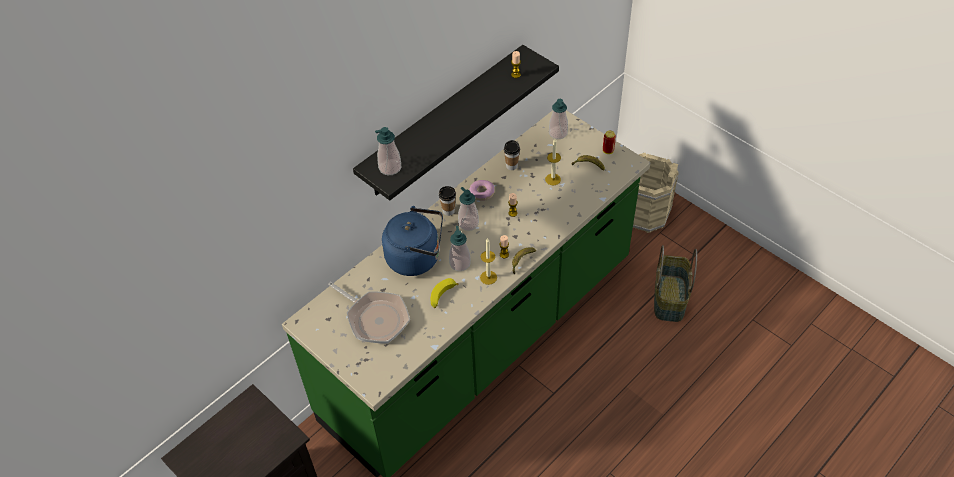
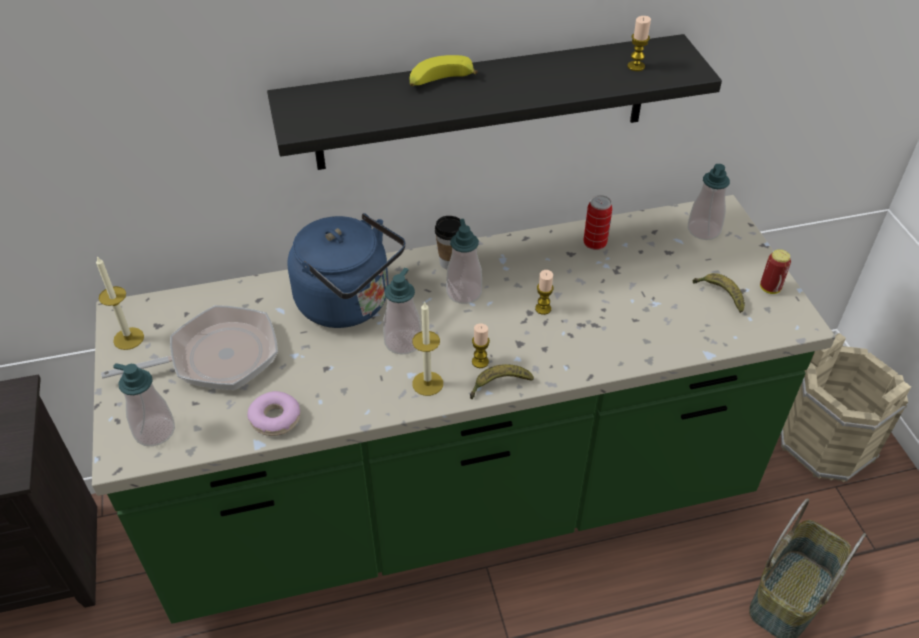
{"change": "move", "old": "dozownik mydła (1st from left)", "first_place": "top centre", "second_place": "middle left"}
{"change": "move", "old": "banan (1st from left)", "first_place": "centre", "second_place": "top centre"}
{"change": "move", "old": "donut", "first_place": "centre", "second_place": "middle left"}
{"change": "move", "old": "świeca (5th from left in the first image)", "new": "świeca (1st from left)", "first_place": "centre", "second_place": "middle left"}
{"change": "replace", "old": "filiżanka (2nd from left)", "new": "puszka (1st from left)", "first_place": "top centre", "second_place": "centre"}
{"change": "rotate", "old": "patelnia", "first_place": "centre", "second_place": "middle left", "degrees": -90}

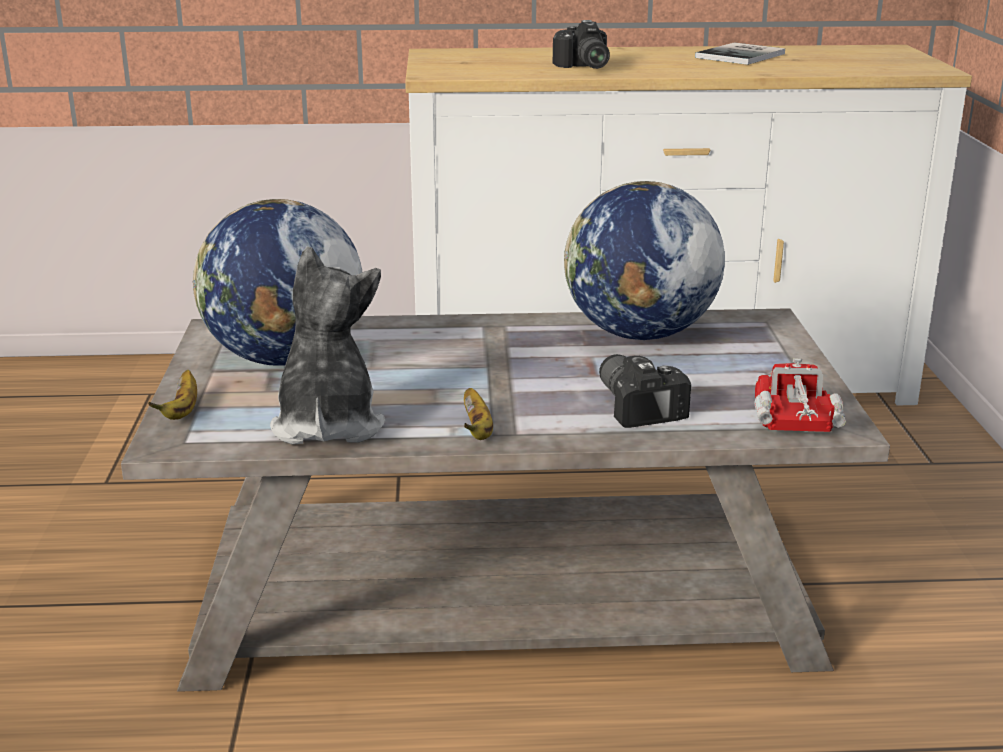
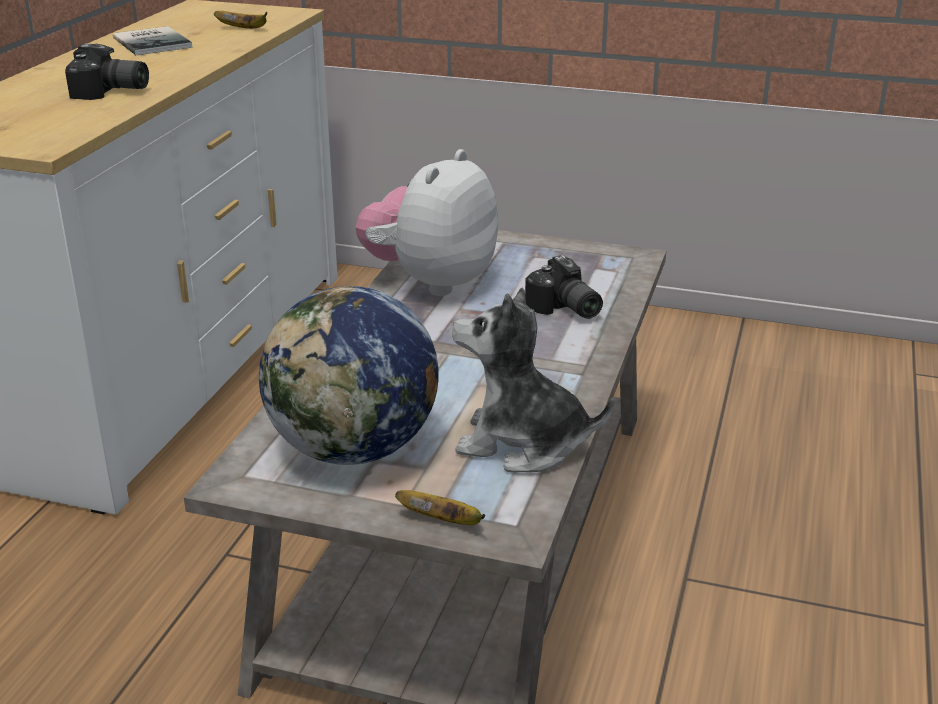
{"change": "delete", "old": "ciężarówka zabawkowa", "first_place": "middle right"}
{"change": "move", "old": "banan (2nd from left in the first image)", "new": "banan (1st from left)", "first_place": "centre", "second_place": "top left"}
{"change": "replace", "old": "globus (2nd from left)", "new": "pluszak (1st from left)", "first_place": "centre", "second_place": "top centre"}
{"change": "rotate", "old": "aparat fotograficzny (2nd from left)", "first_place": "centre", "second_place": "centre", "degrees": -120}

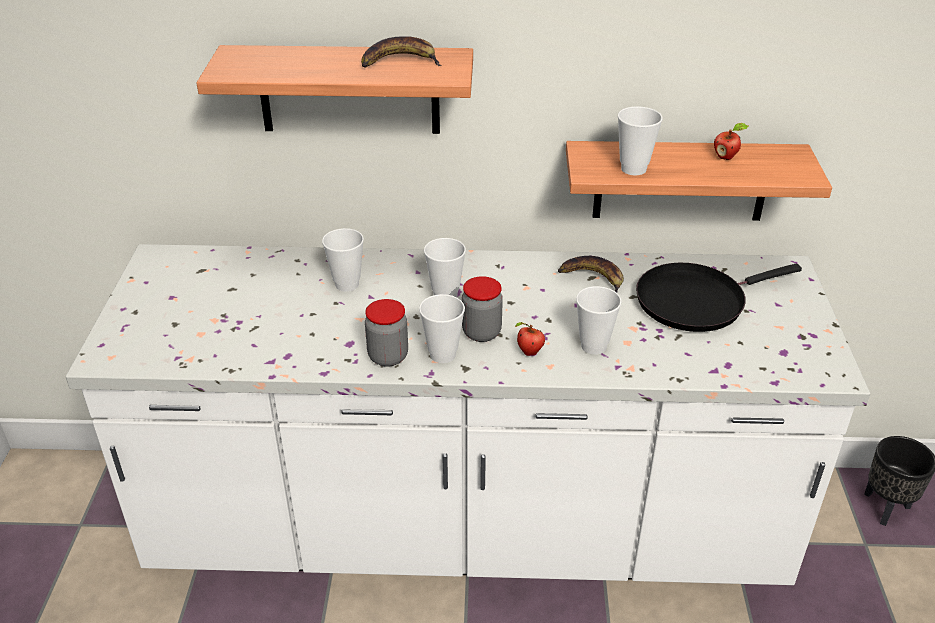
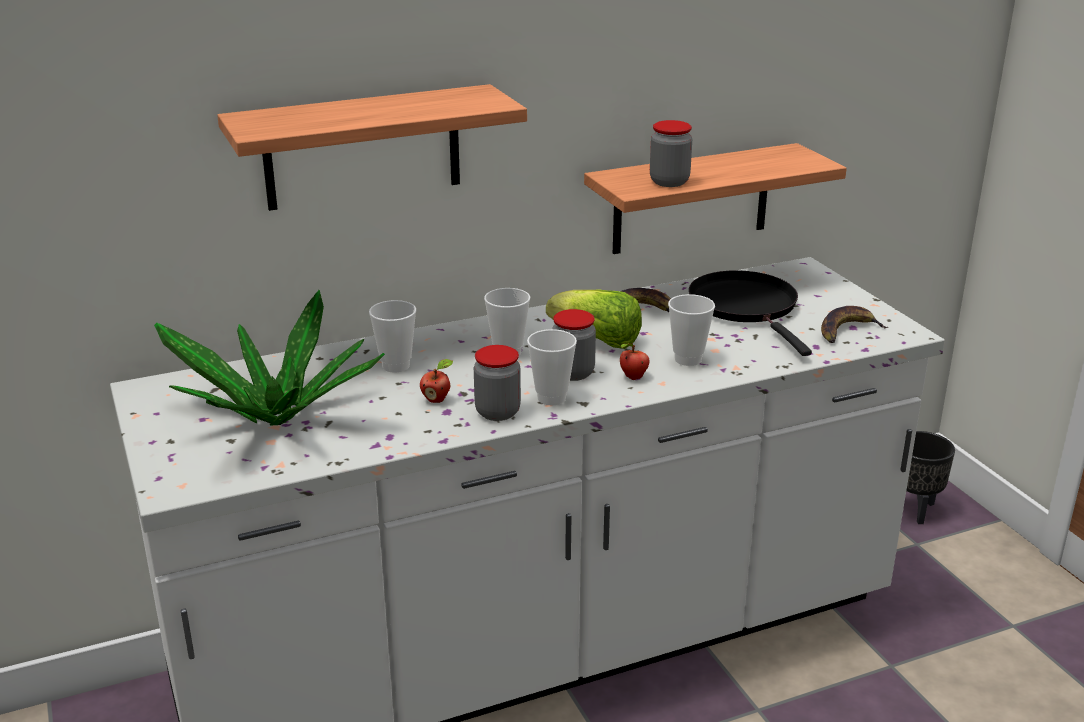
{"change": "insert", "new": "roślina doniczkowa", "second_place": "middle left"}
{"change": "insert", "new": "sałata", "second_place": "centre"}
{"change": "move", "old": "banan (1st from left in the first image)", "new": "banan (2nd from left)", "first_place": "top centre", "second_place": "middle right"}
{"change": "move", "old": "jabłko (2nd from left in the first image)", "new": "jabłko (1st from left)", "first_place": "top right", "second_place": "centre"}
{"change": "replace", "old": "filiżanka (5th from left)", "new": "słoik (3rd from left)", "first_place": "top right", "second_place": "top centre"}
{"change": "rotate", "old": "patelnia/czarny", "first_place": "middle right", "second_place": "middle right", "degrees": 120}

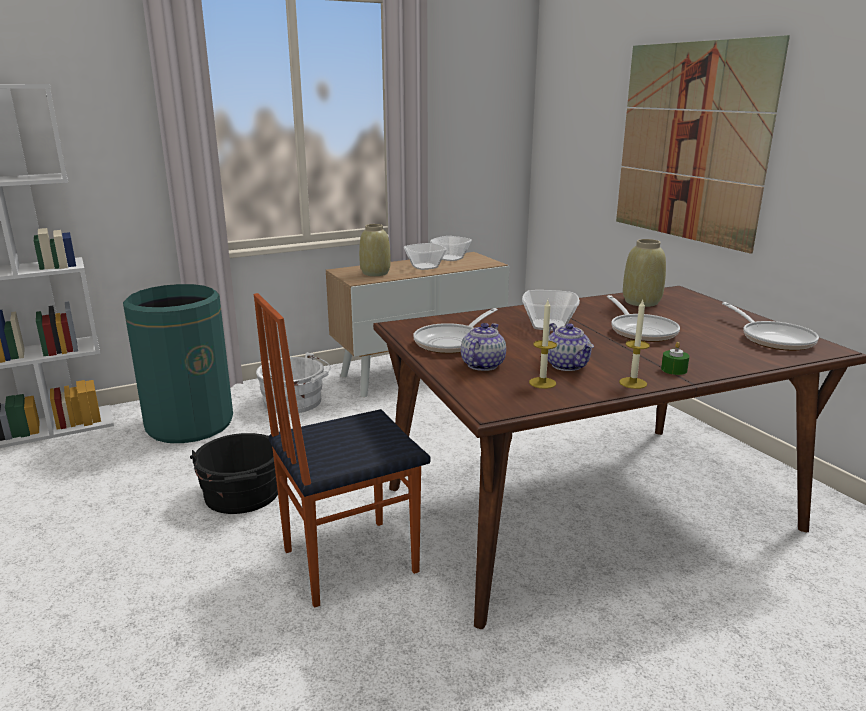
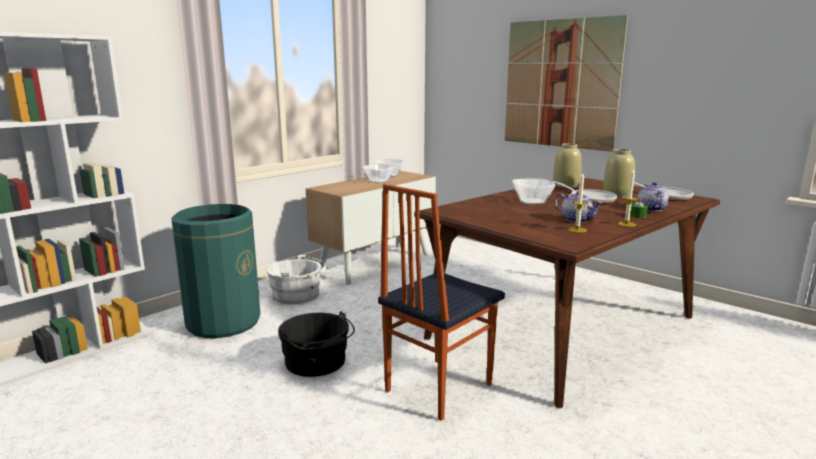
{"change": "delete", "old": "patelnia (1st from left)", "first_place": "centre"}
{"change": "move", "old": "wazon/beżowy (1st from left in the first image)", "new": "wazon/beżowy (2nd from left)", "first_place": "centre", "second_place": "middle right"}
{"change": "move", "old": "imbryk (1st from left in the first image)", "new": "imbryk (2nd from left)", "first_place": "centre", "second_place": "middle right"}

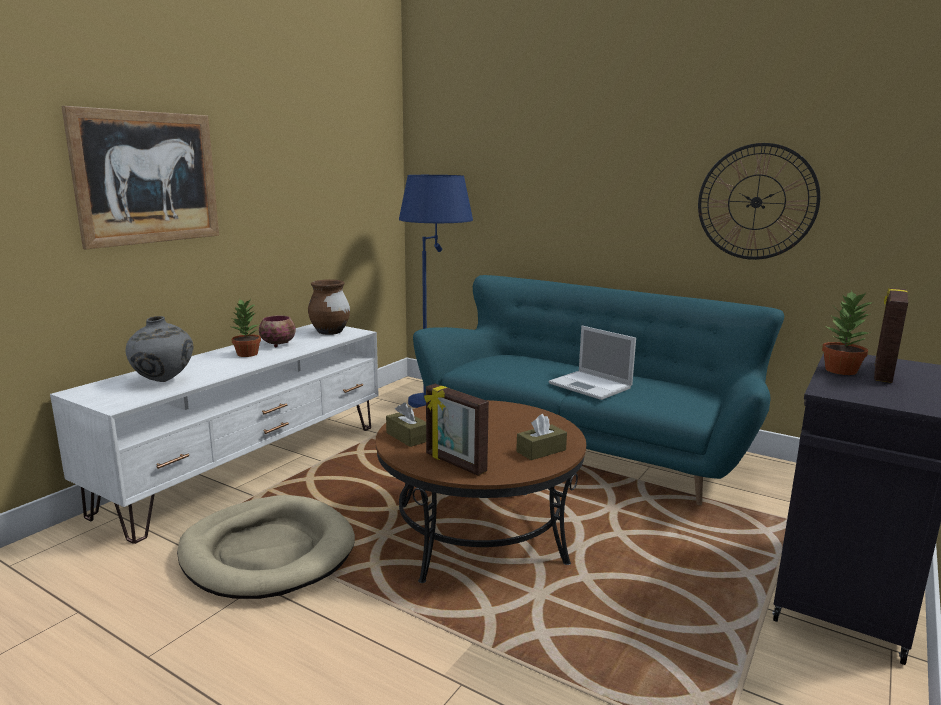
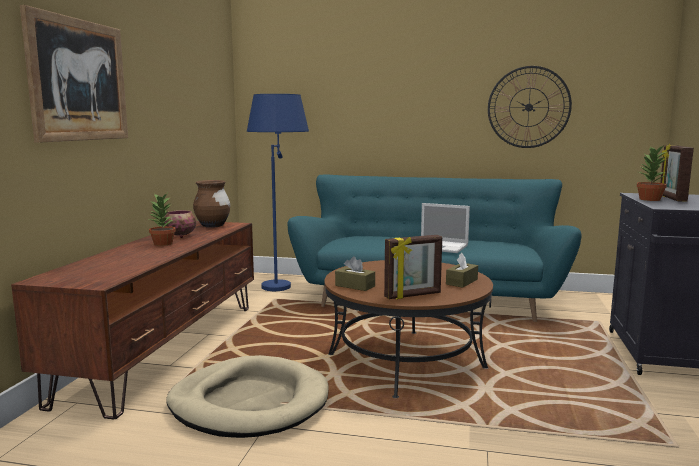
{"change": "delete", "old": "wazon/szary", "first_place": "middle left"}
{"change": "recolor", "old": "szafka pod telewizor/biały", "new": "szafka pod telewizor/brązowy", "first_place": "middle left", "second_place": "bottom left"}
{"change": "rotate", "old": "ramka na zdjęcie (1st from left)", "first_place": "centre", "second_place": "centre", "degrees": -45}

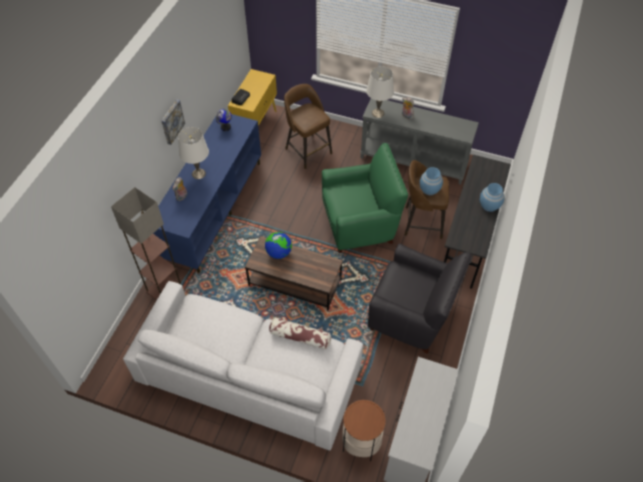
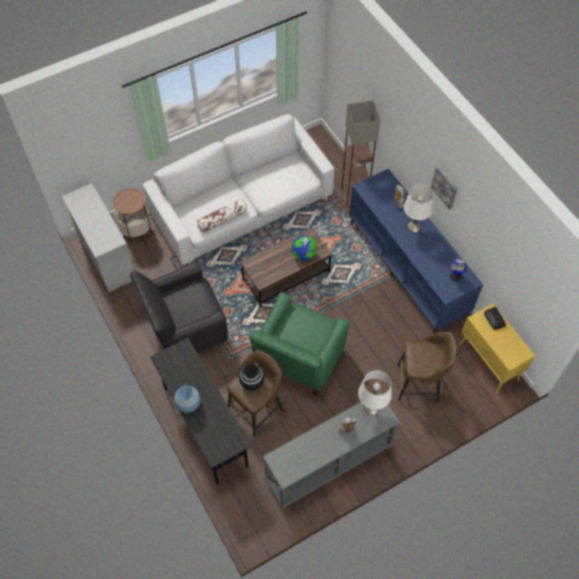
{"change": "recolor", "old": "wazon/niebieski (1st from left)", "new": "wazon/czarny", "first_place": "middle right", "second_place": "centre"}

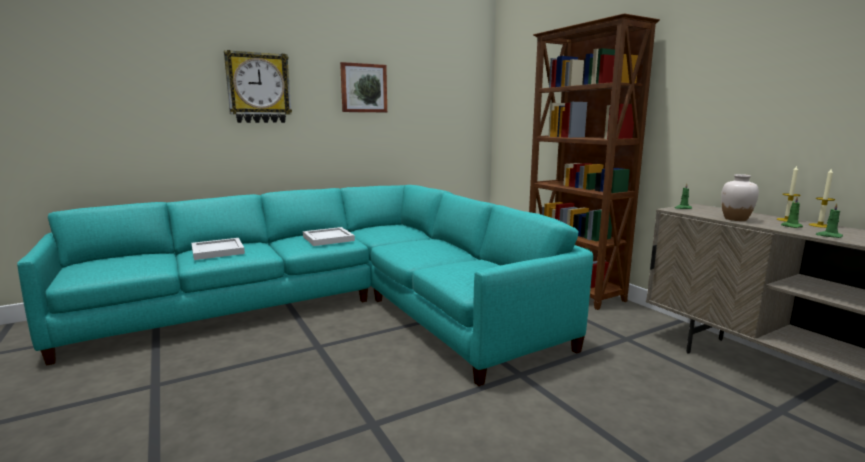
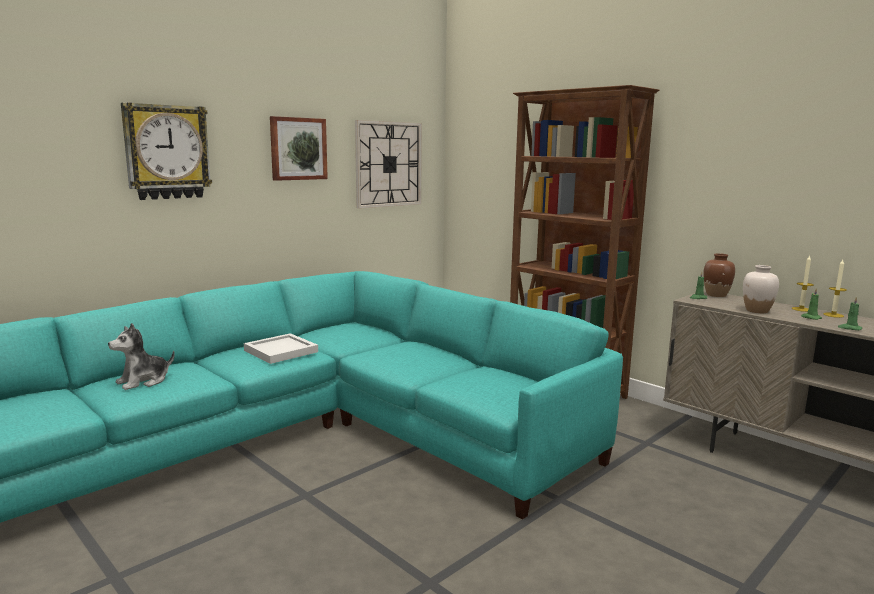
{"change": "insert", "new": "zegar ścienny (2nd from left)", "second_place": "top centre"}
{"change": "insert", "new": "wazon/brązowy", "second_place": "middle right"}
{"change": "replace", "old": "taca/biały (1st from left)", "new": "pluszak", "first_place": "middle left", "second_place": "middle left"}

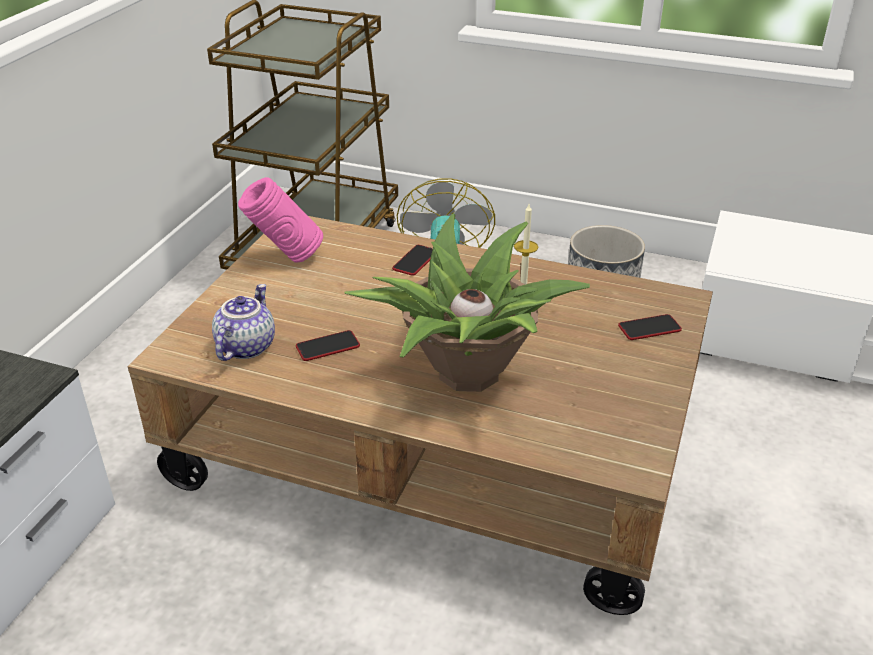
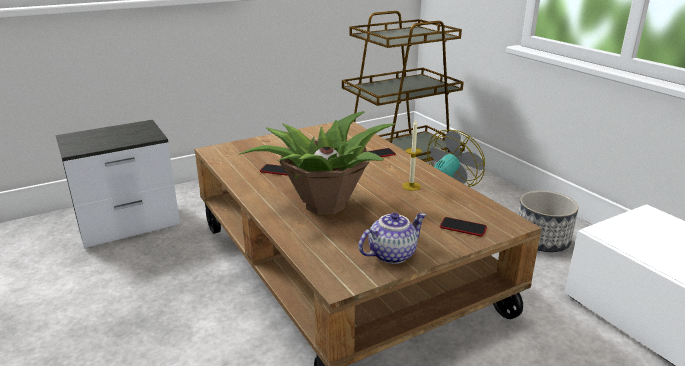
{"change": "delete", "old": "wazon/różowy", "first_place": "middle left"}
{"change": "move", "old": "imbryk", "first_place": "middle left", "second_place": "centre"}

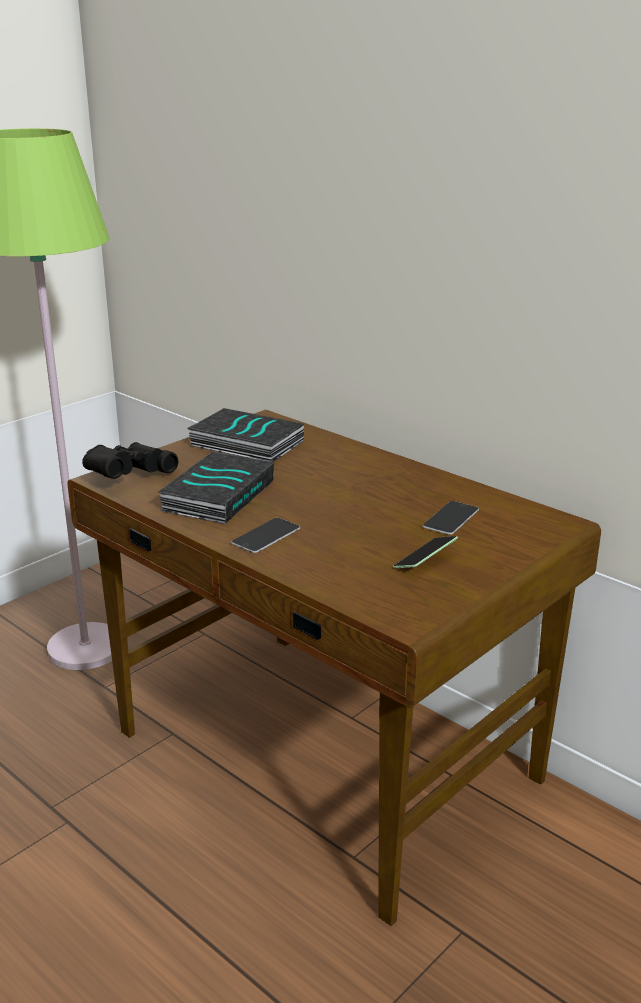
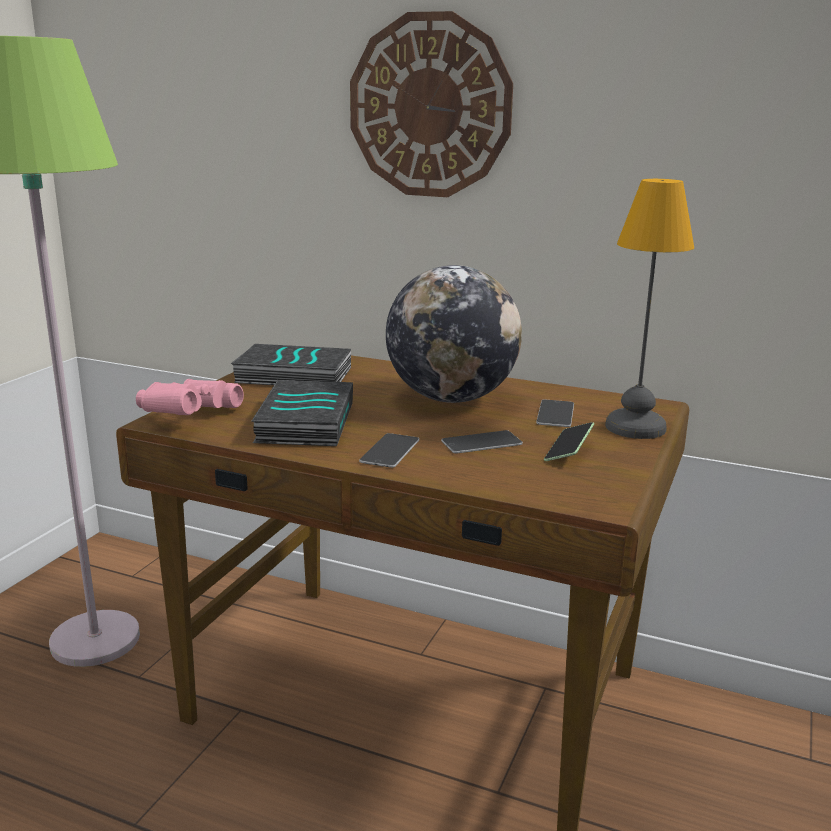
{"change": "insert", "new": "zegar ścienny", "second_place": "top centre"}
{"change": "insert", "new": "globus", "second_place": "centre"}
{"change": "insert", "new": "telefon (2nd from left)", "second_place": "centre"}
{"change": "insert", "new": "lampa stołowa", "second_place": "middle right"}
{"change": "recolor", "old": "lornetka/czarny", "new": "lornetka/różowy", "first_place": "middle left", "second_place": "middle left"}

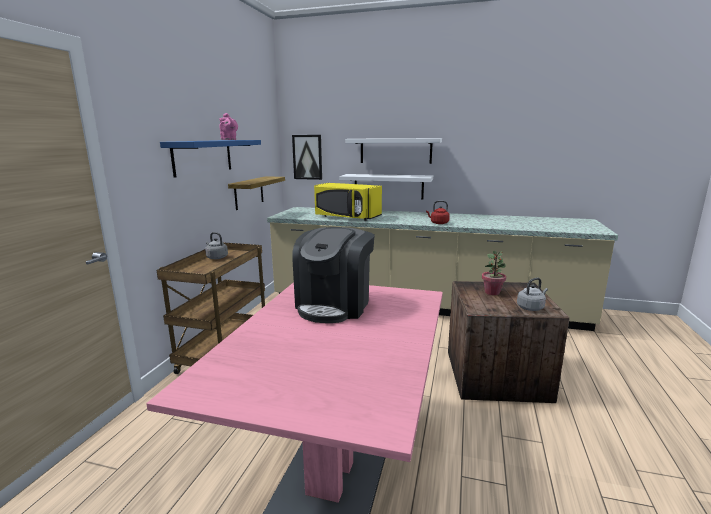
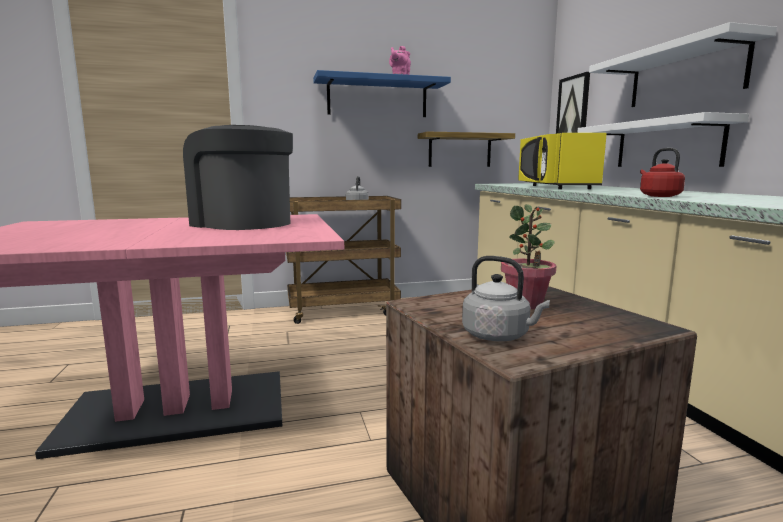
{"change": "rotate", "old": "ekspres do kawy", "first_place": "centre", "second_place": "middle left", "degrees": 45}

